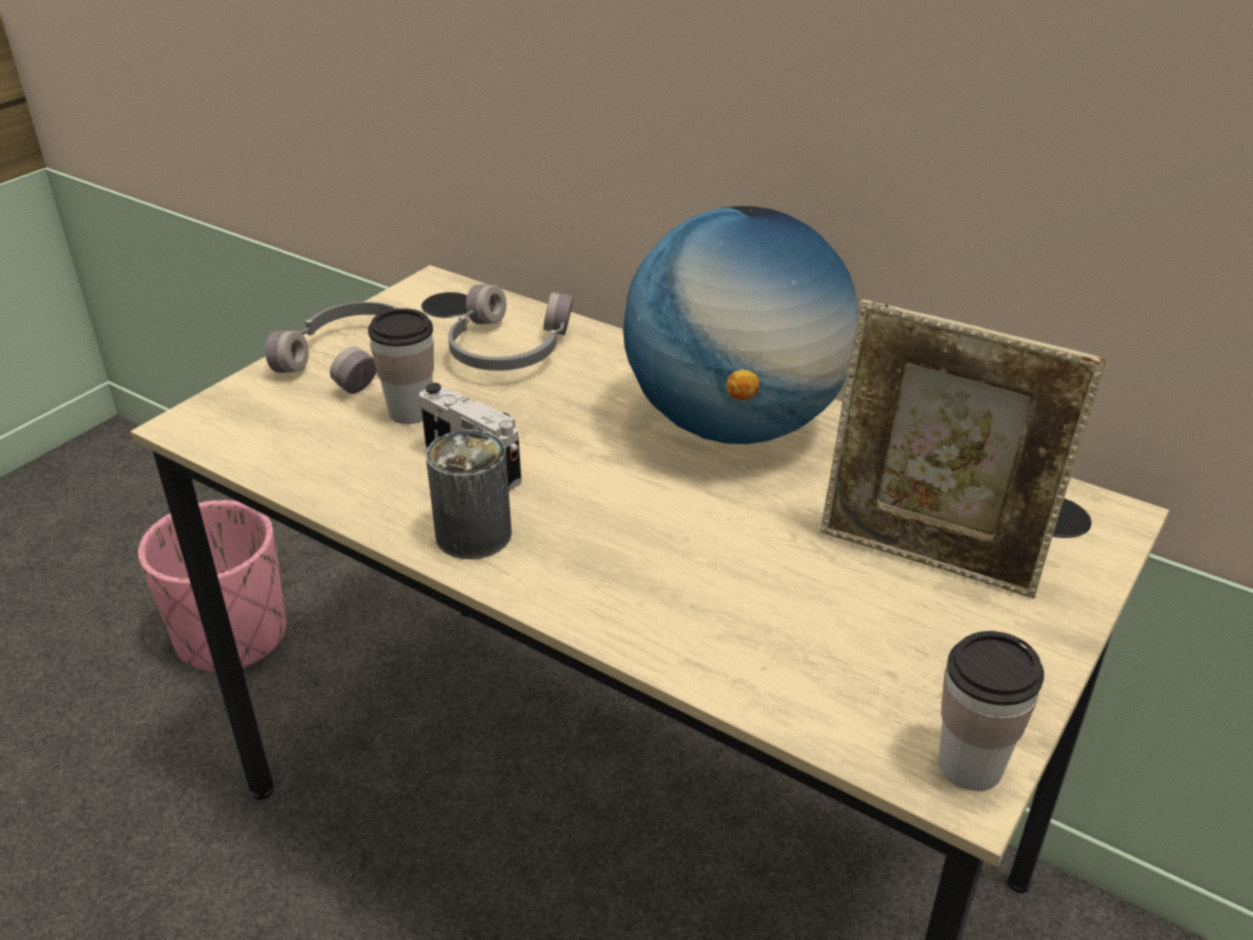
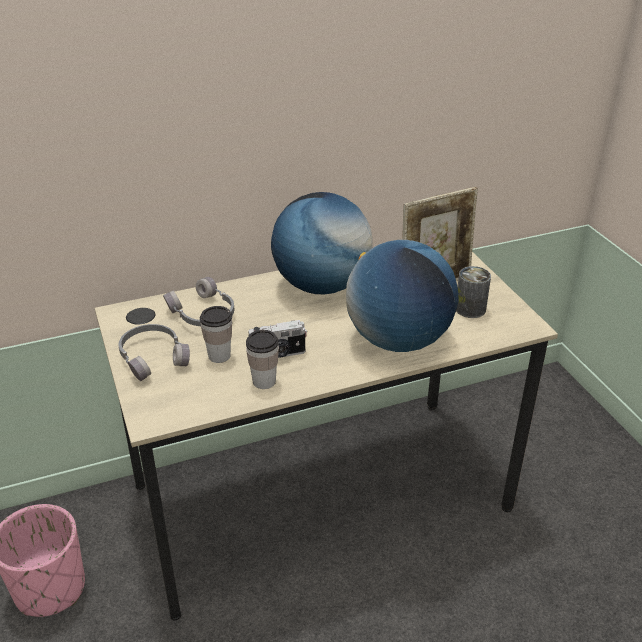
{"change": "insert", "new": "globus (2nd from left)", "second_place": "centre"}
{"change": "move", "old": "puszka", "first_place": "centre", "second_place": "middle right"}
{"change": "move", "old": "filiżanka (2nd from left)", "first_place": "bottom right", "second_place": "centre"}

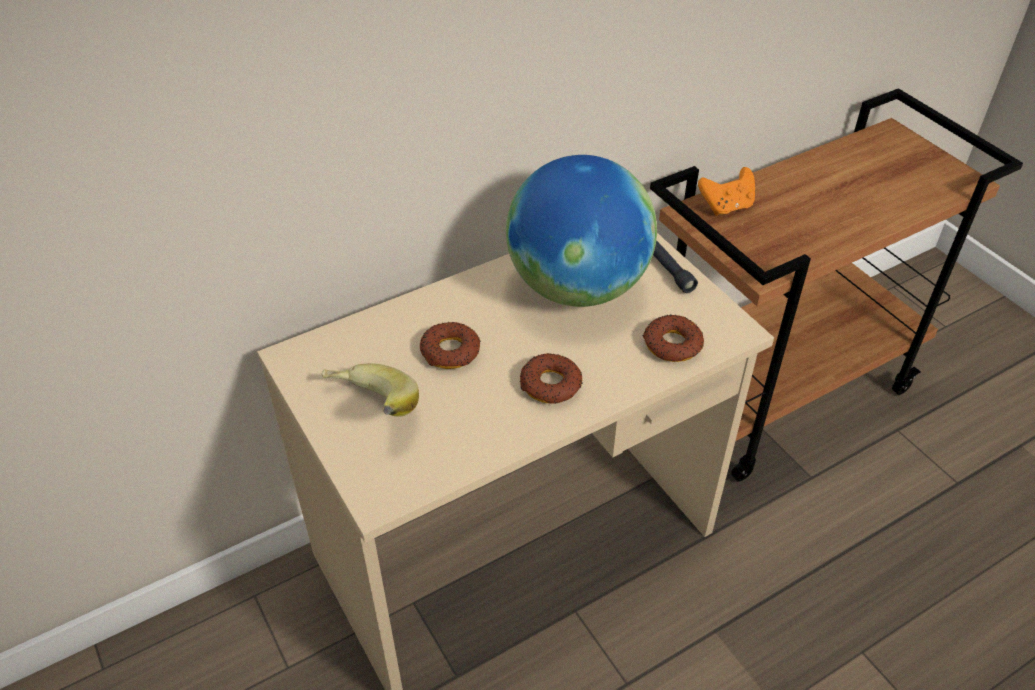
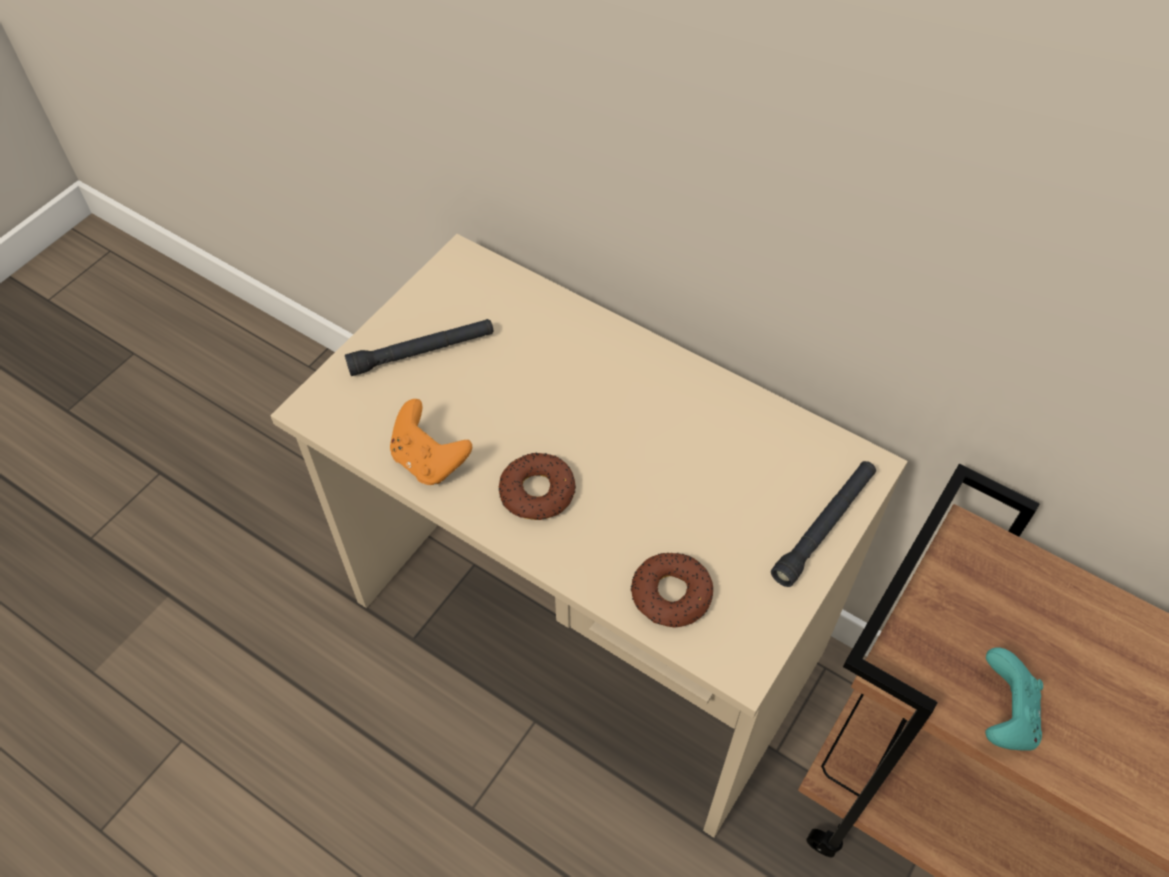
{"change": "delete", "old": "donut (1st from left)", "first_place": "centre"}
{"change": "delete", "old": "globus", "first_place": "centre"}
{"change": "insert", "new": "pad do gier/turkusowy", "second_place": "bottom right"}
{"change": "move", "old": "pad do gier/pomarańczowy", "first_place": "top right", "second_place": "centre"}
{"change": "replace", "old": "banan", "new": "latarka/czarny (1st from left)", "first_place": "centre", "second_place": "centre"}

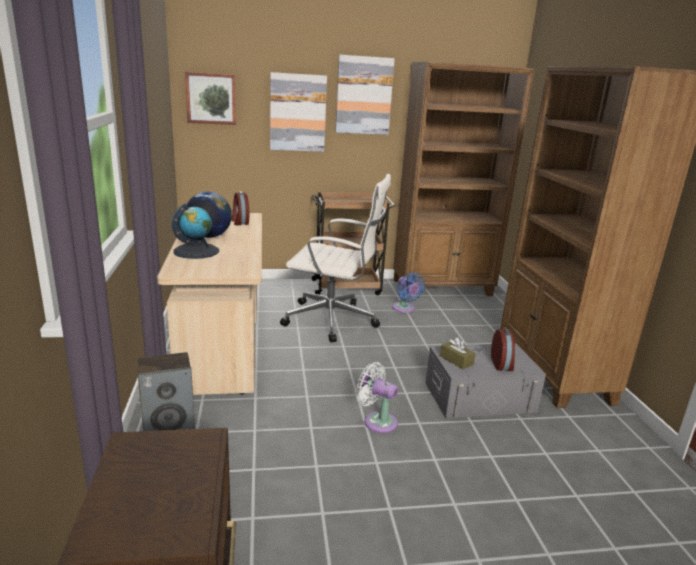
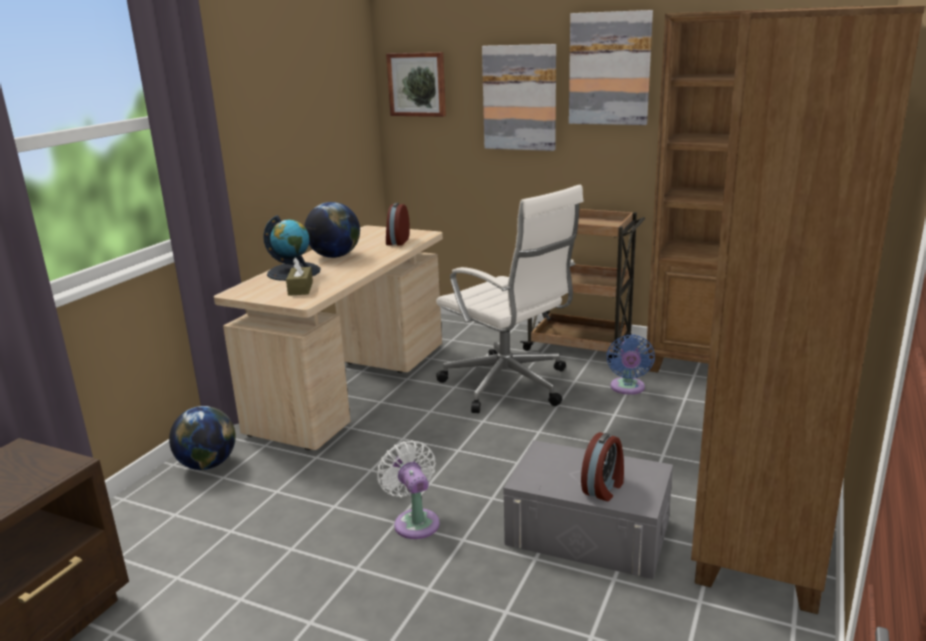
{"change": "move", "old": "pudełko chusteczek/brązowy", "first_place": "centre", "second_place": "middle left"}
{"change": "replace", "old": "głośnik", "new": "globus (1st from left)", "first_place": "bottom left", "second_place": "bottom left"}

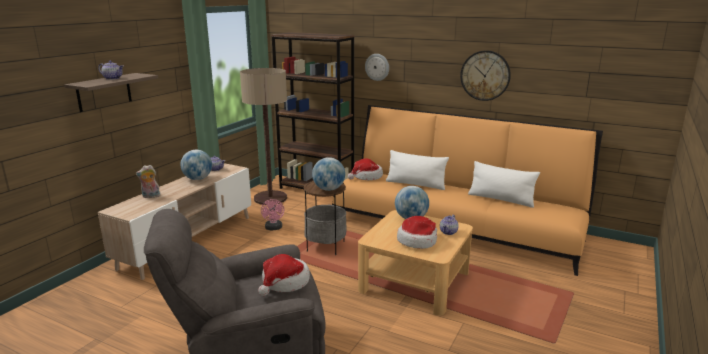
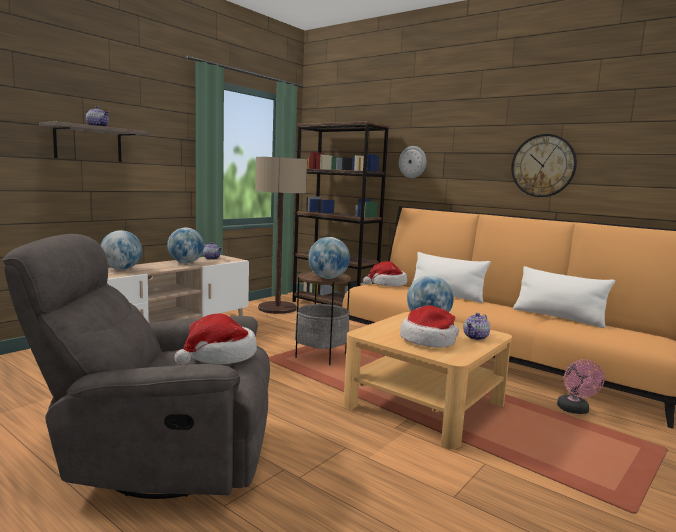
{"change": "move", "old": "wentylator/różowy", "first_place": "centre", "second_place": "bottom right"}
{"change": "replace", "old": "pluszak", "new": "globus (1st from left)", "first_place": "middle left", "second_place": "middle left"}

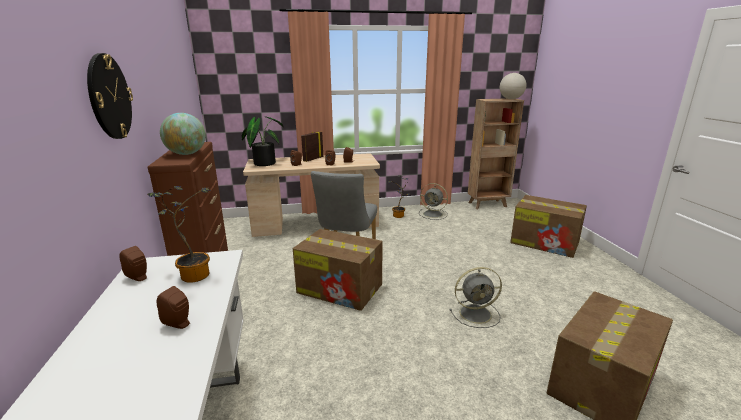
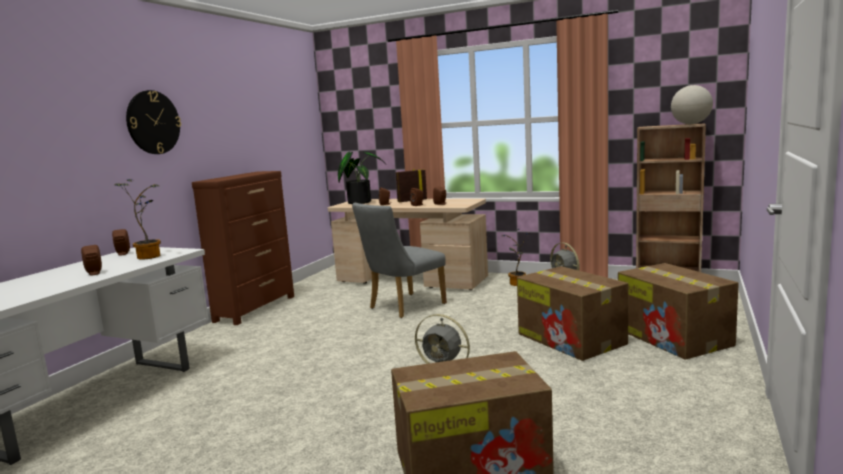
{"change": "delete", "old": "globus (1st from left)", "first_place": "top left"}
{"change": "move", "old": "karton (1st from left in the first image)", "new": "karton (2nd from left)", "first_place": "centre", "second_place": "middle right"}

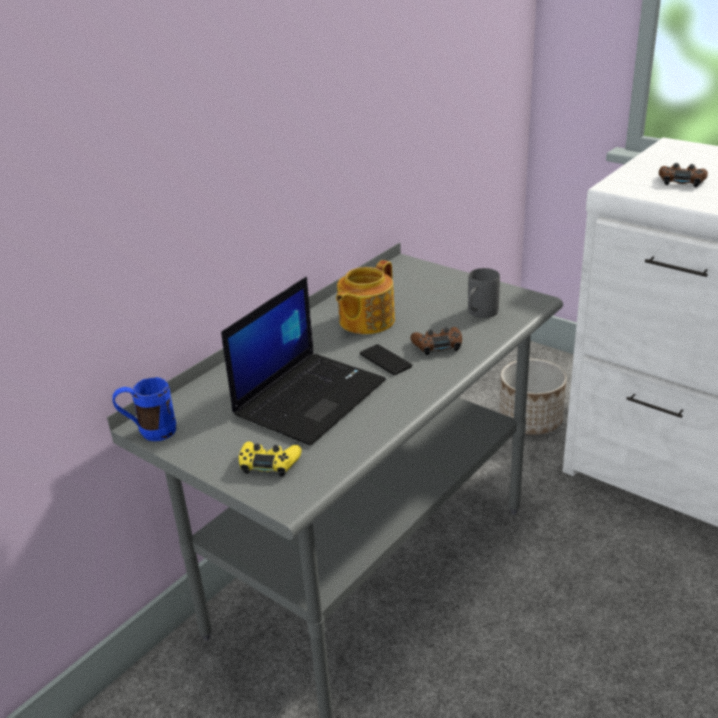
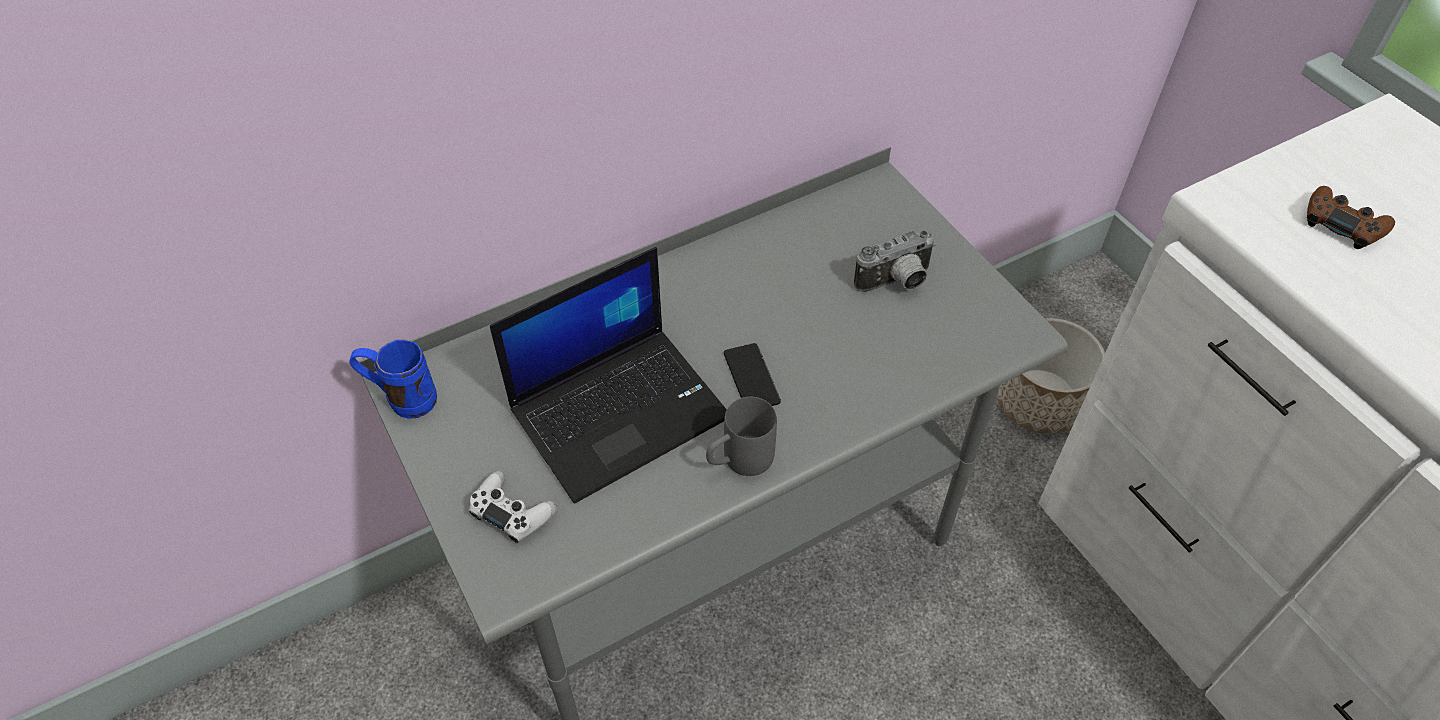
{"change": "delete", "old": "imbryk", "first_place": "centre"}
{"change": "delete", "old": "pad do gier/brązowy (1st from left)", "first_place": "centre"}
{"change": "insert", "new": "aparat fotograficzny", "second_place": "centre"}
{"change": "move", "old": "kubek/szary", "first_place": "middle right", "second_place": "centre"}
{"change": "recolor", "old": "pad do gier/żółty", "new": "pad do gier/biały", "first_place": "centre", "second_place": "bottom centre"}

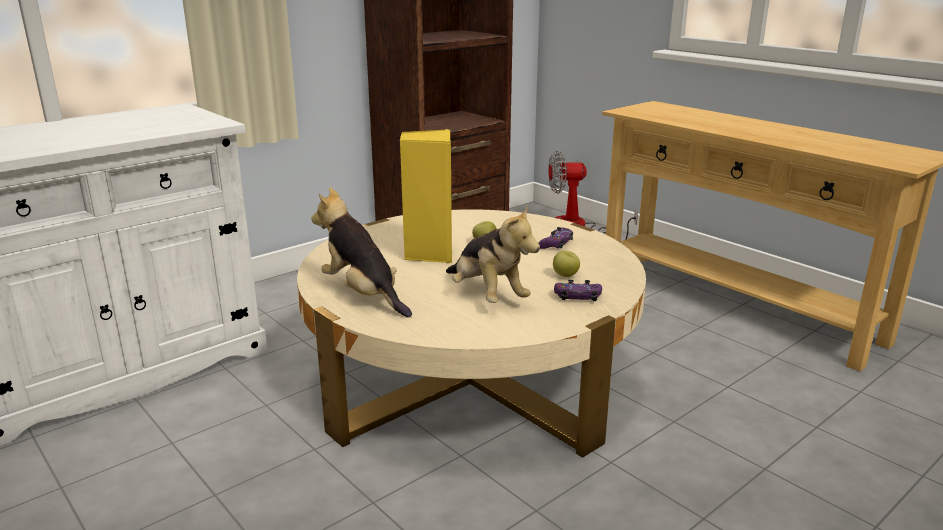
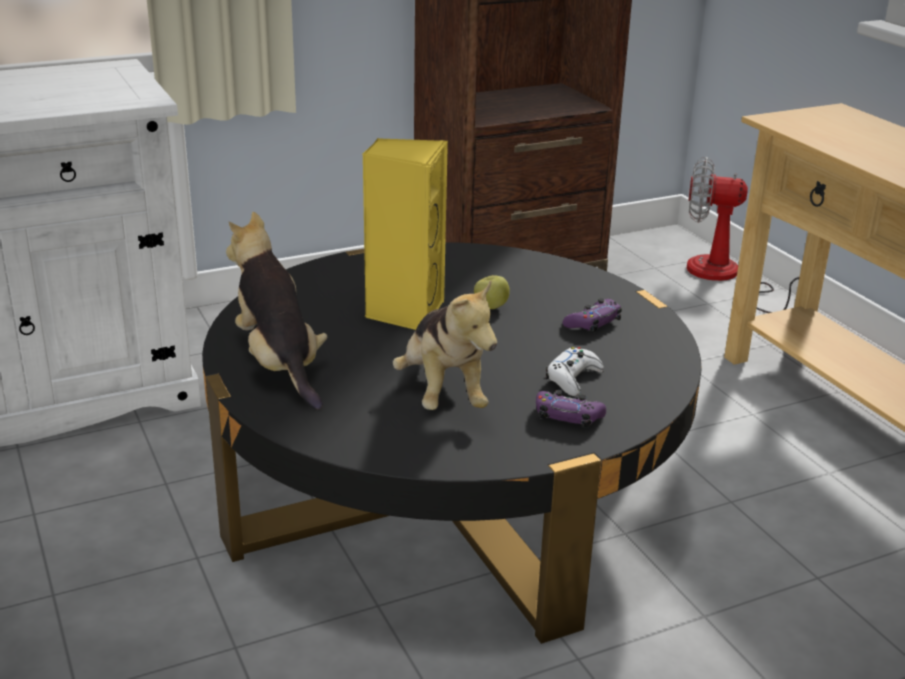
{"change": "replace", "old": "jabłko (2nd from left)", "new": "pad do gier/biały", "first_place": "centre", "second_place": "centre"}
{"change": "recolor", "old": "ława/beżowy", "new": "ława/czarny", "first_place": "centre", "second_place": "centre"}

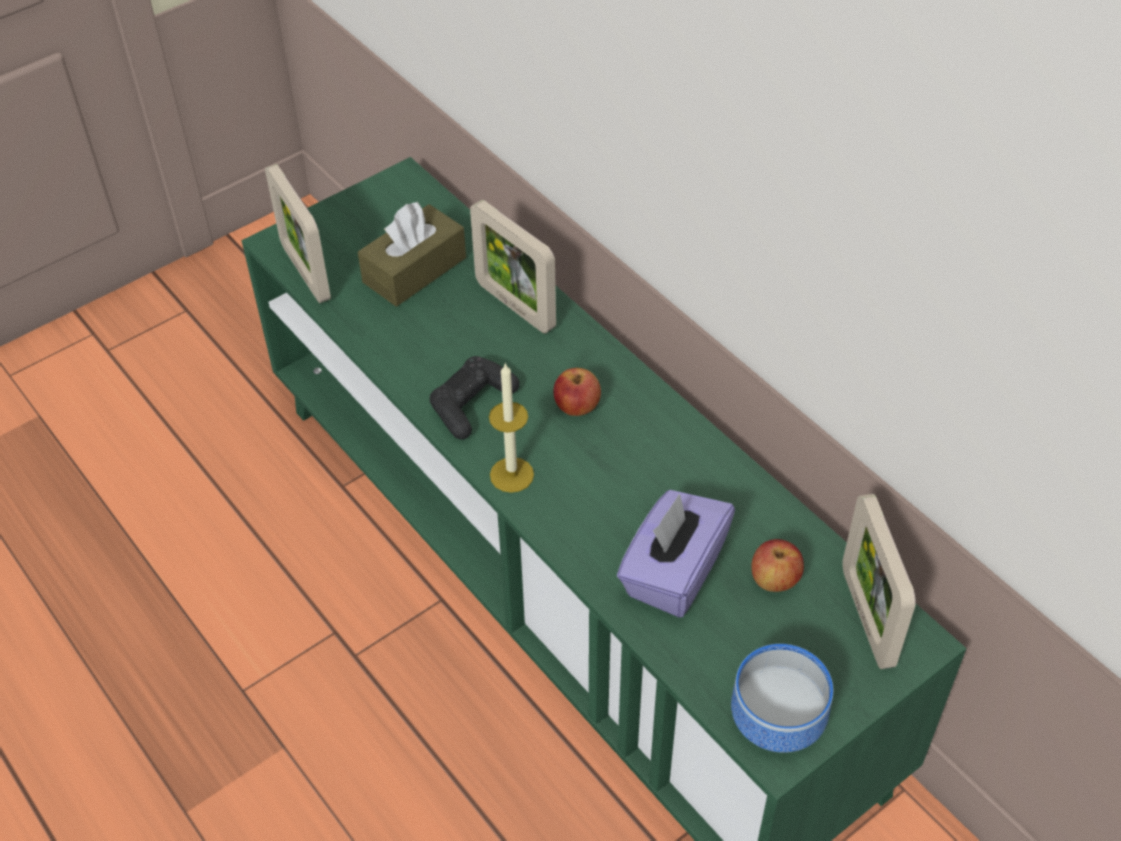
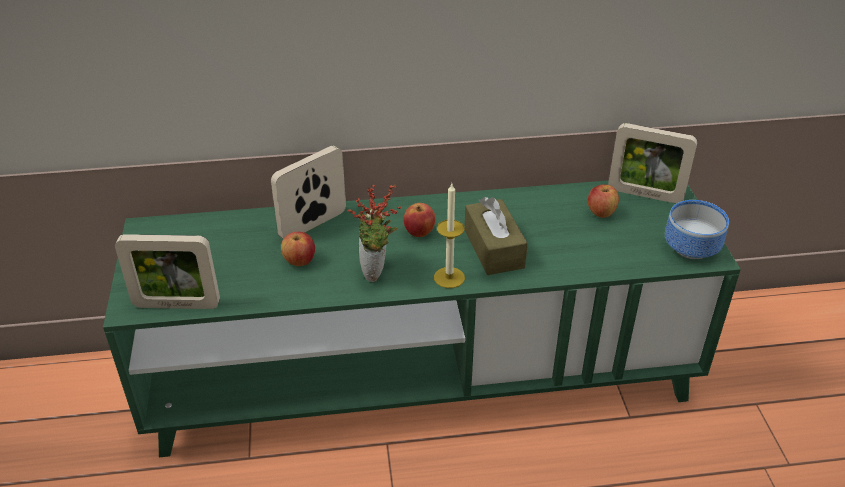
{"change": "delete", "old": "pudełko chusteczek/fioletowy", "first_place": "centre"}
{"change": "insert", "new": "jabłko (1st from left)", "second_place": "centre"}
{"change": "move", "old": "pudełko chusteczek/brązowy", "first_place": "top centre", "second_place": "centre"}
{"change": "replace", "old": "pad do gier/czarny", "new": "roślina doniczkowa", "first_place": "centre", "second_place": "centre"}
{"change": "rotate", "old": "ramka na zdjęcie (2nd from left)", "first_place": "top centre", "second_place": "centre", "degrees": 150}

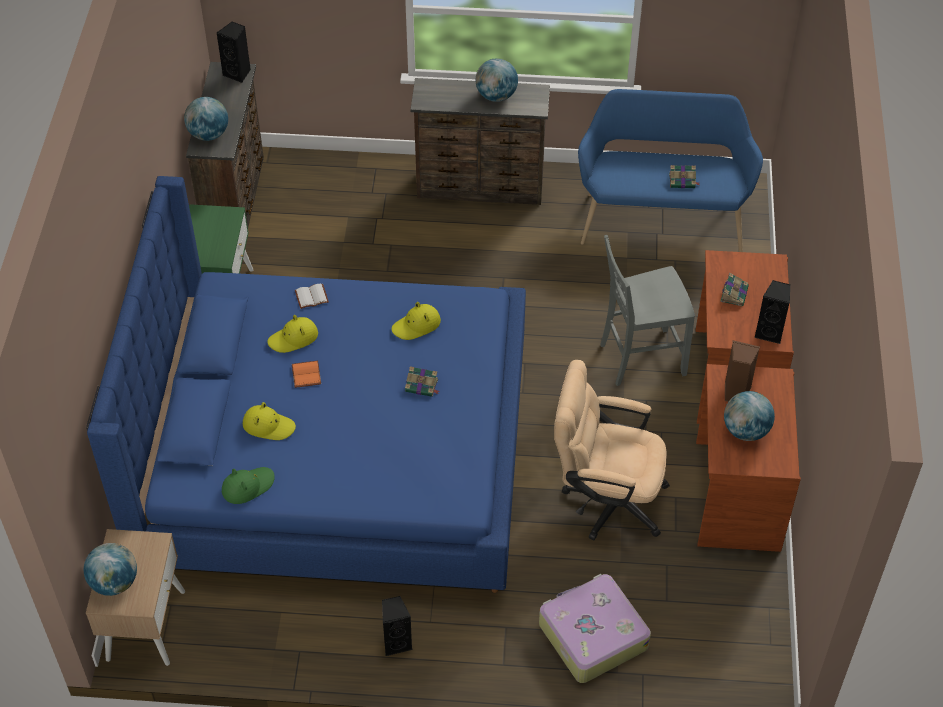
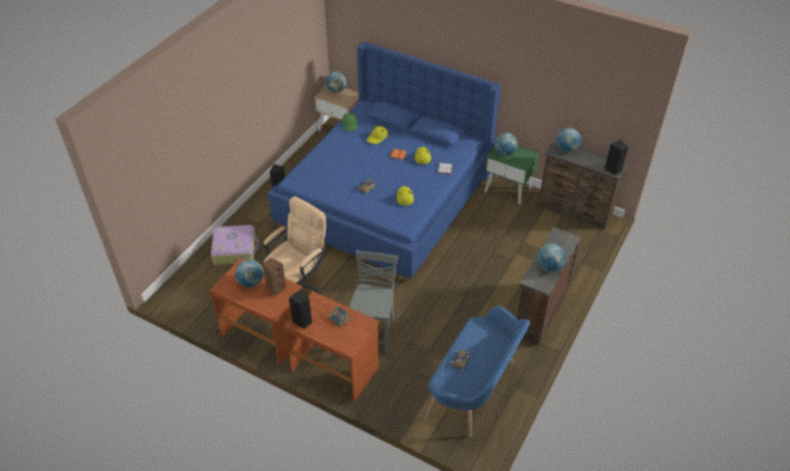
{"change": "insert", "new": "globus (3rd from left)", "second_place": "top centre"}

